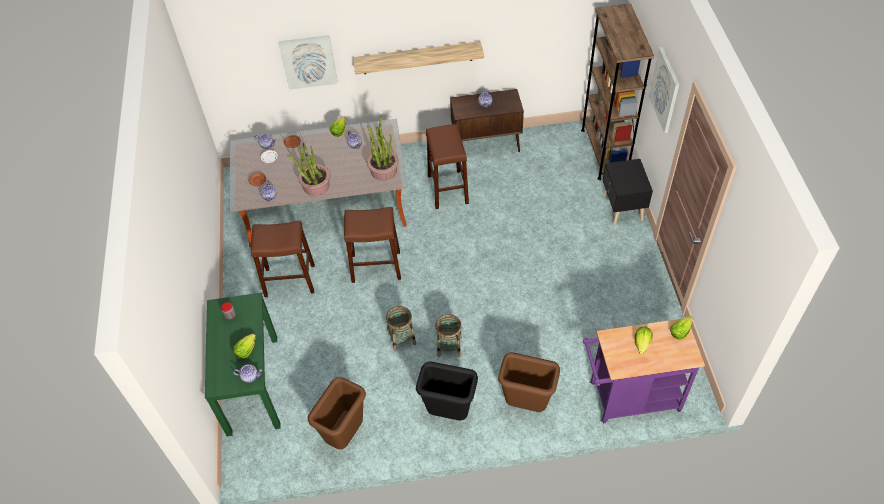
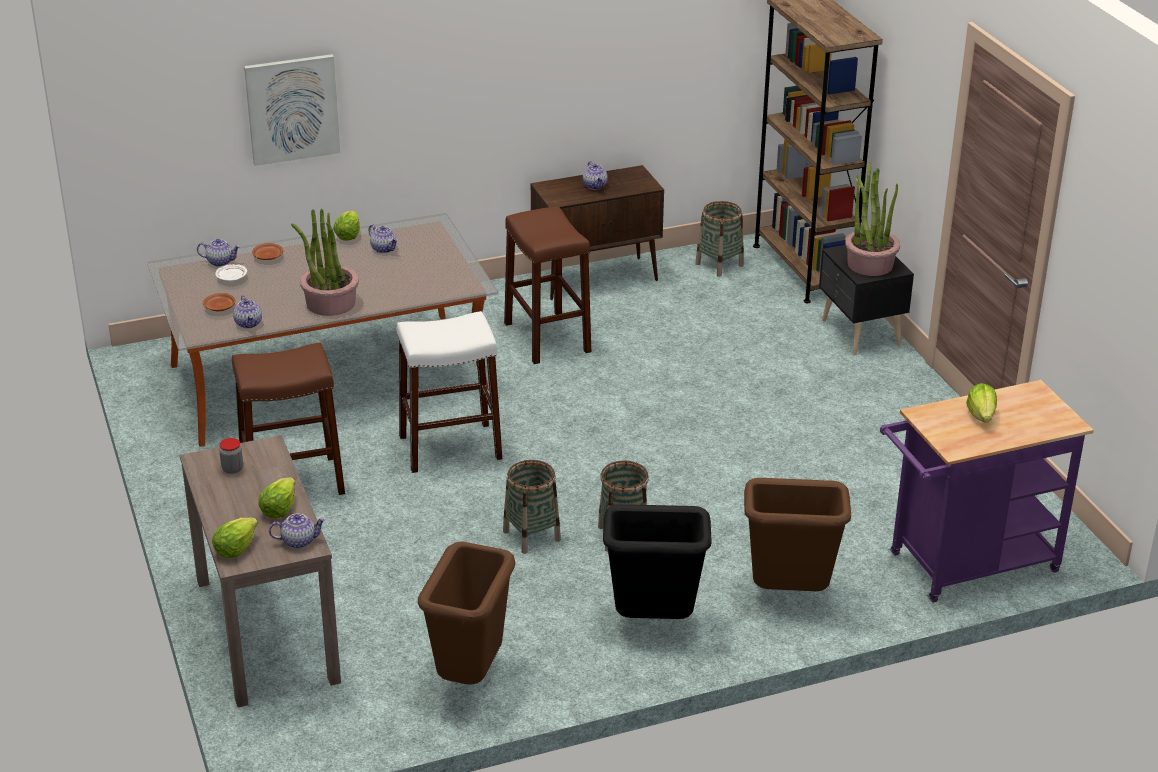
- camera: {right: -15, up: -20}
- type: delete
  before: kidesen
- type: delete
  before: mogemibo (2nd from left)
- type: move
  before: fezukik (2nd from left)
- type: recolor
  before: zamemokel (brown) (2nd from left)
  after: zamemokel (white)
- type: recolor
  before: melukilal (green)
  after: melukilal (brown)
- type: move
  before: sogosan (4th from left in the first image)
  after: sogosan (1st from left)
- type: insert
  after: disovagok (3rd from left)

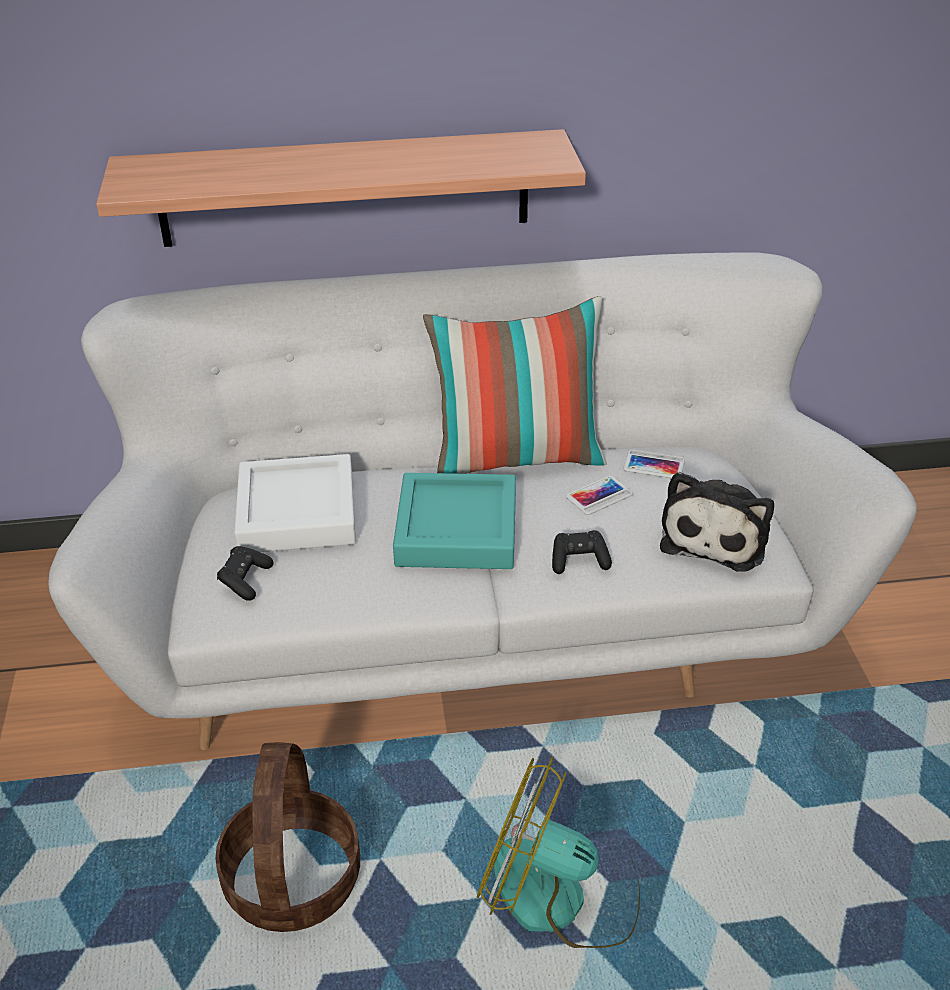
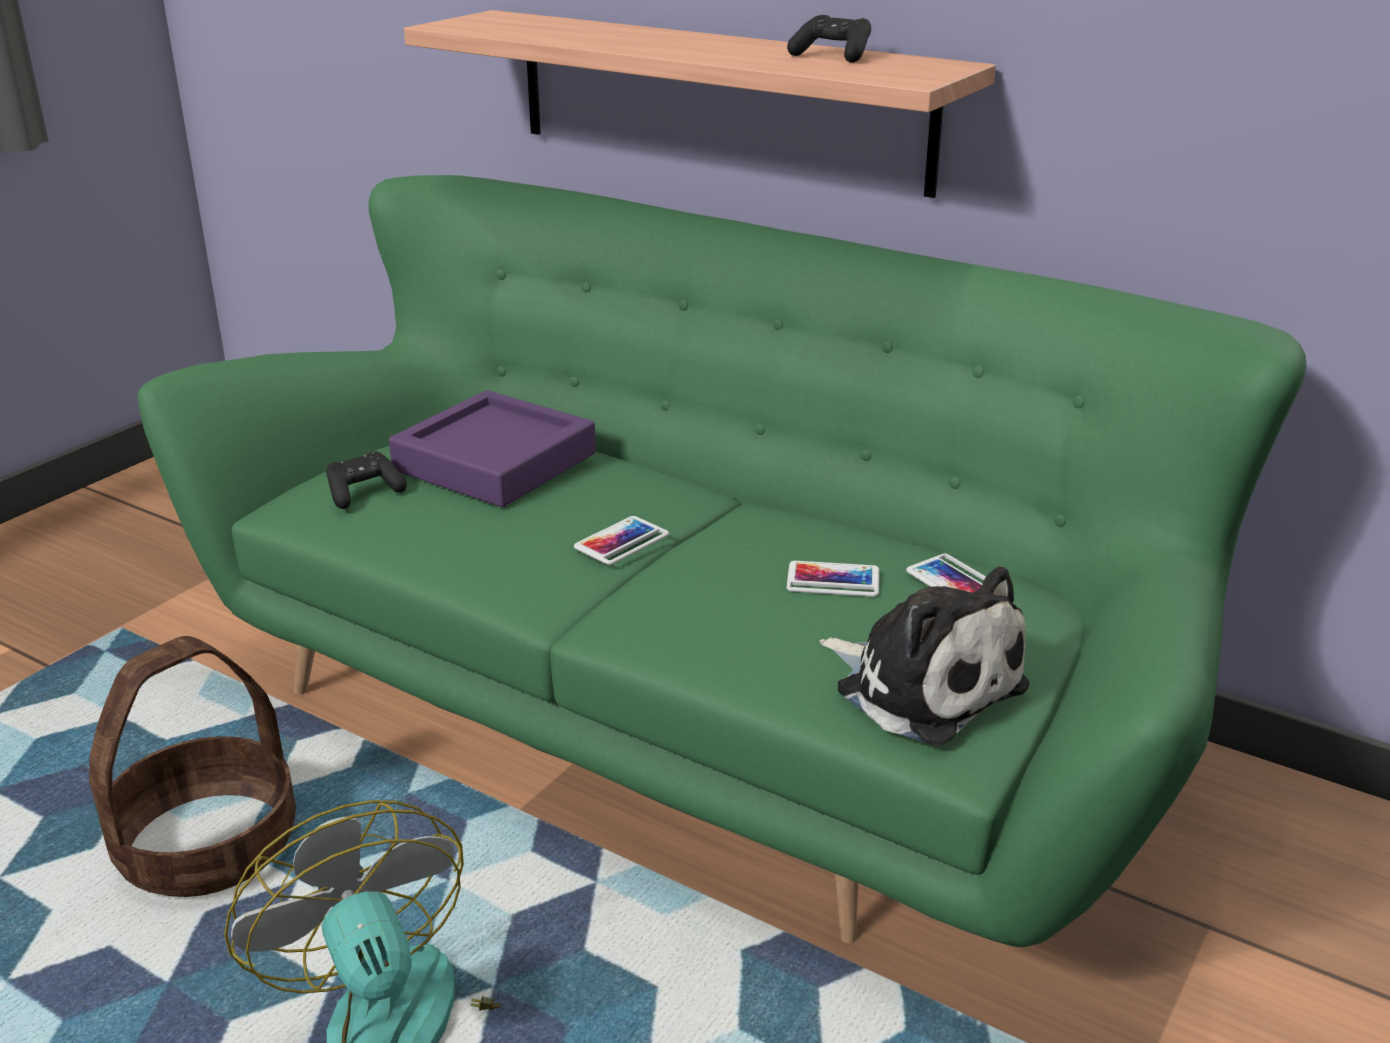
- camera: {right: 40, up: -10}
- type: recolor
  before: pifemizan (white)
  after: pifemizan (green)
- type: delete
  before: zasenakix
- type: recolor
  before: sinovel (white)
  after: sinovel (purple)
- type: rotate
  before: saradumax
  turn: -105
- type: replace
  before: sinovel (turquoise)
  after: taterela (1st from left)
- type: move
  before: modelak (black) (2nd from left)

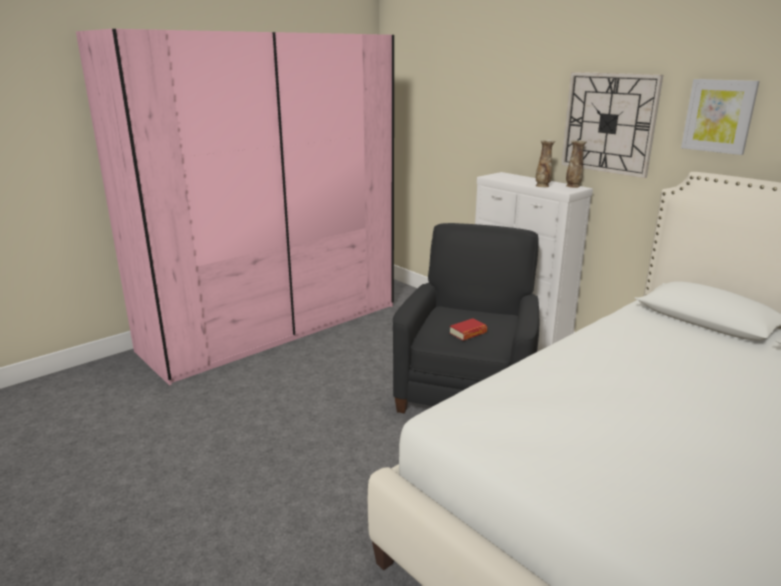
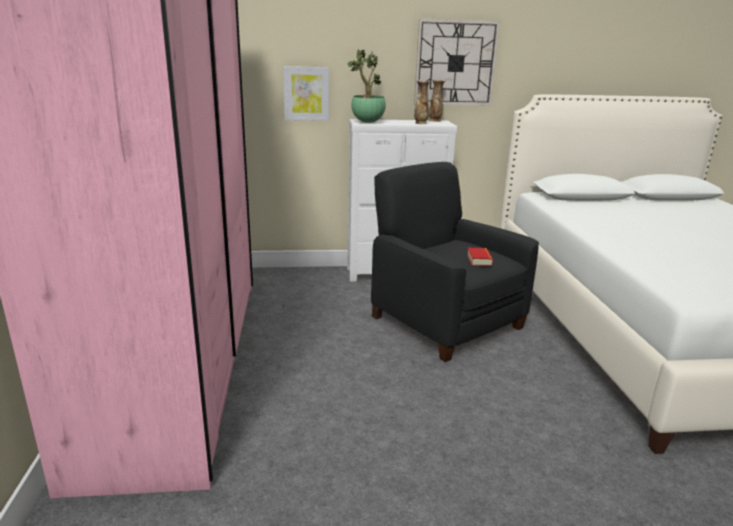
- camera: {right: -55, up: 0}
- type: move
  before: mogemibo
- type: insert
  after: fezukik

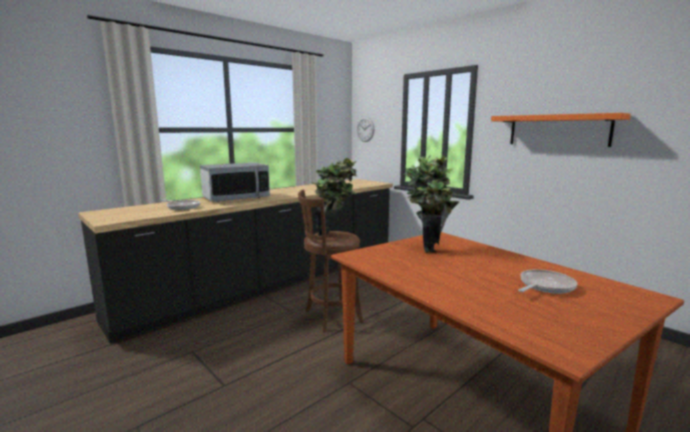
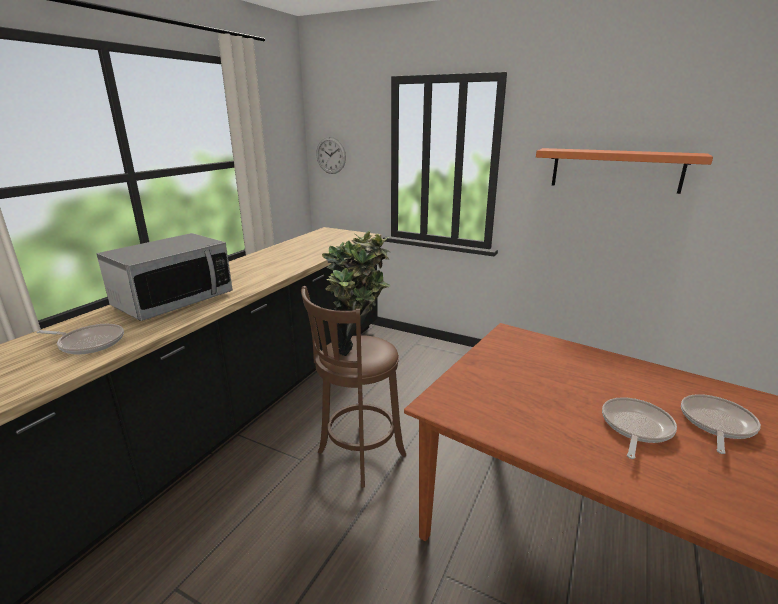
- camera: {right: -20, up: 10}
- type: delete
  before: fezukik (2nd from left)
- type: insert
  after: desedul (2nd from left)

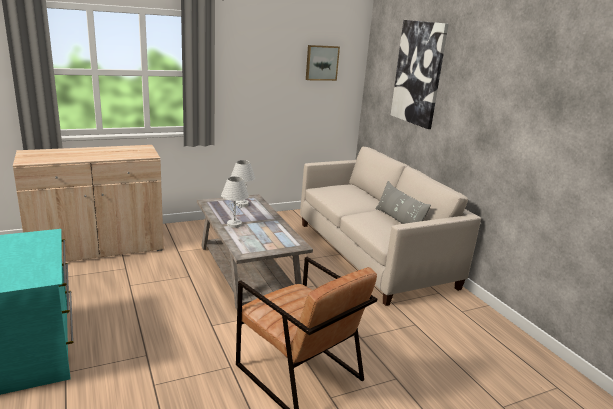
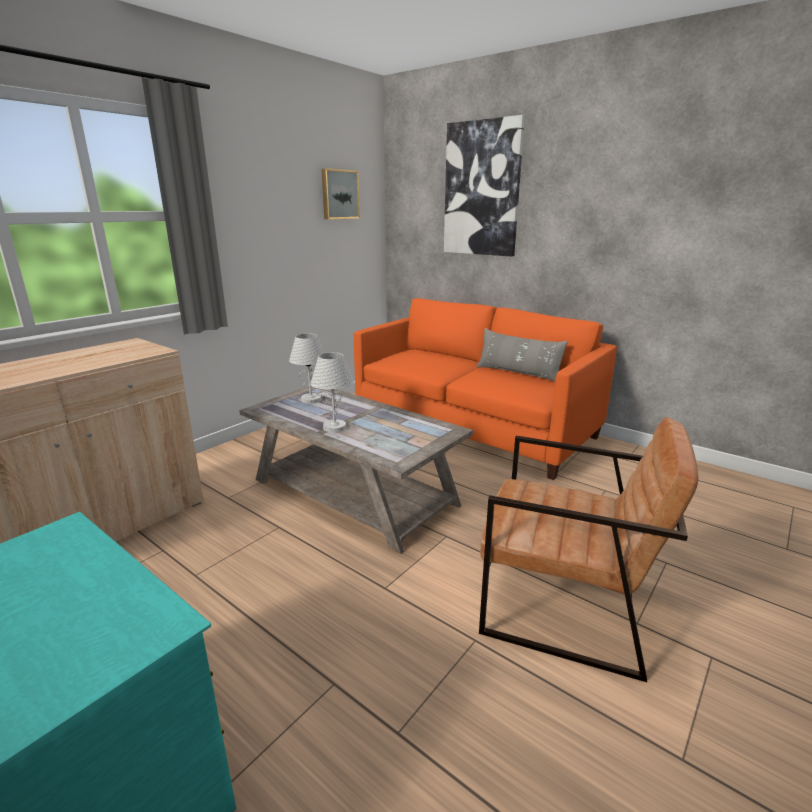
- camera: {right: -25, up: 0}
- type: recolor
  before: pifemizan (beige)
  after: pifemizan (orange)

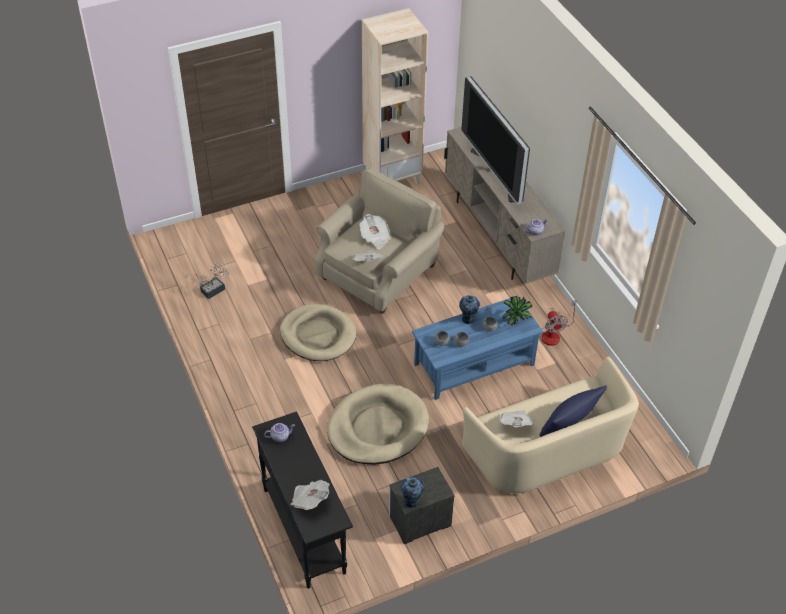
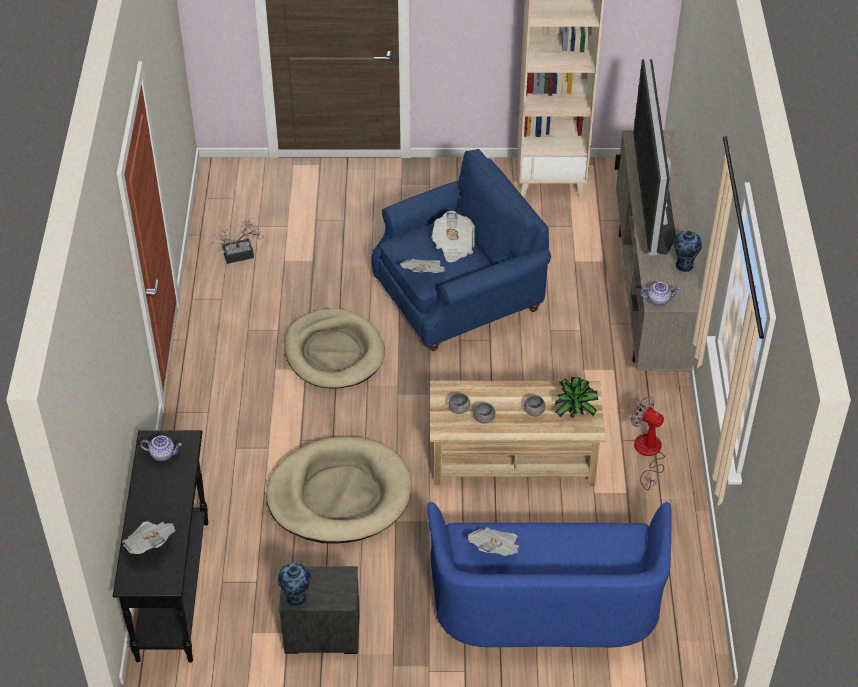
- camera: {right: 25, up: 0}
- type: recolor
  before: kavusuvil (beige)
  after: kavusuvil (blue)
- type: move
  before: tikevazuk (2nd from left)
- type: recolor
  before: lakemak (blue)
  after: lakemak (beige)
- type: rotate
  before: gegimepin
  turn: 120
- type: recolor
  before: pifemizan (beige)
  after: pifemizan (blue)
- type: delete
  before: zasenakix (blue)

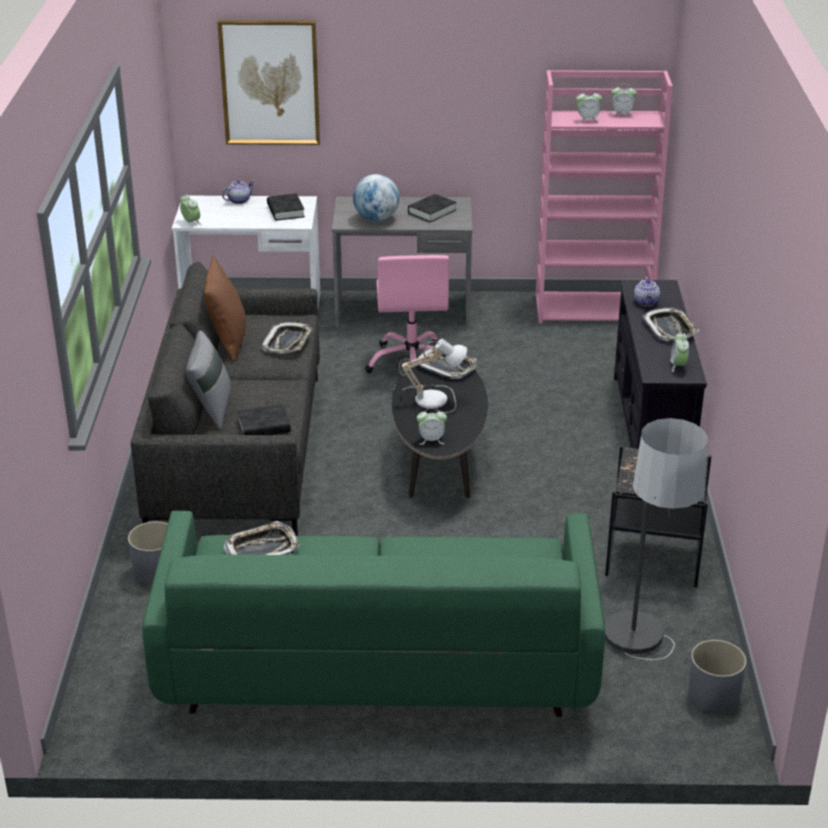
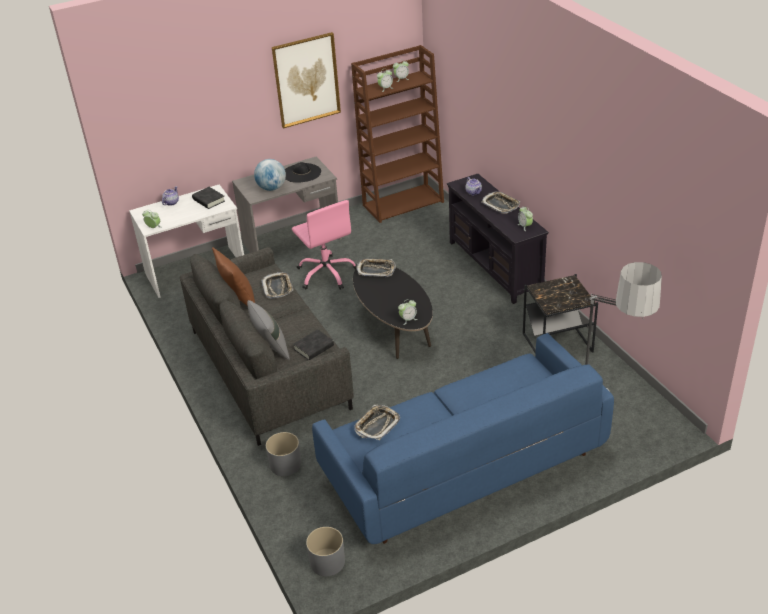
- camera: {right: -25, up: 5}
- type: move
  before: mogemibo
- type: recolor
  before: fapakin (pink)
  after: fapakin (brown)
- type: replace
  before: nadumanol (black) (3rd from left)
  after: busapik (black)
- type: delete
  before: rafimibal
- type: recolor
  before: pifemizan (green)
  after: pifemizan (blue)
- type: move
  before: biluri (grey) (2nd from left)

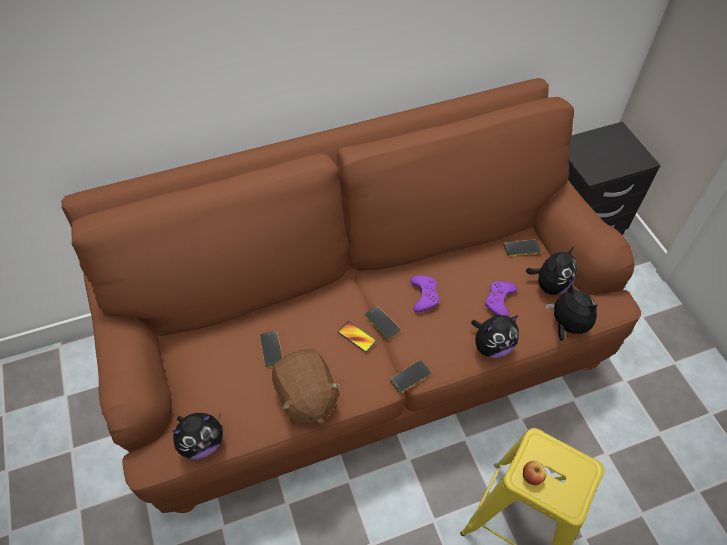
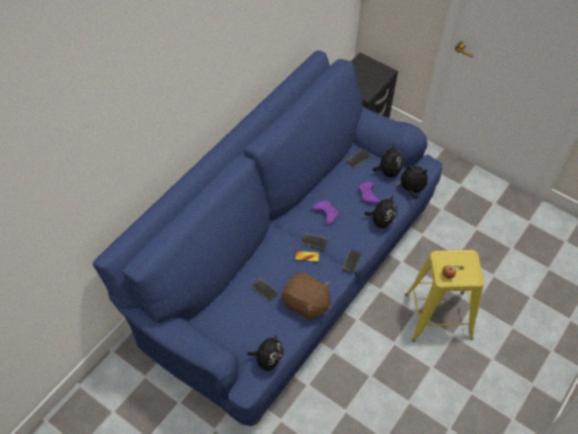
- camera: {right: -35, up: 0}
- type: recolor
  before: pifemizan (brown)
  after: pifemizan (blue)

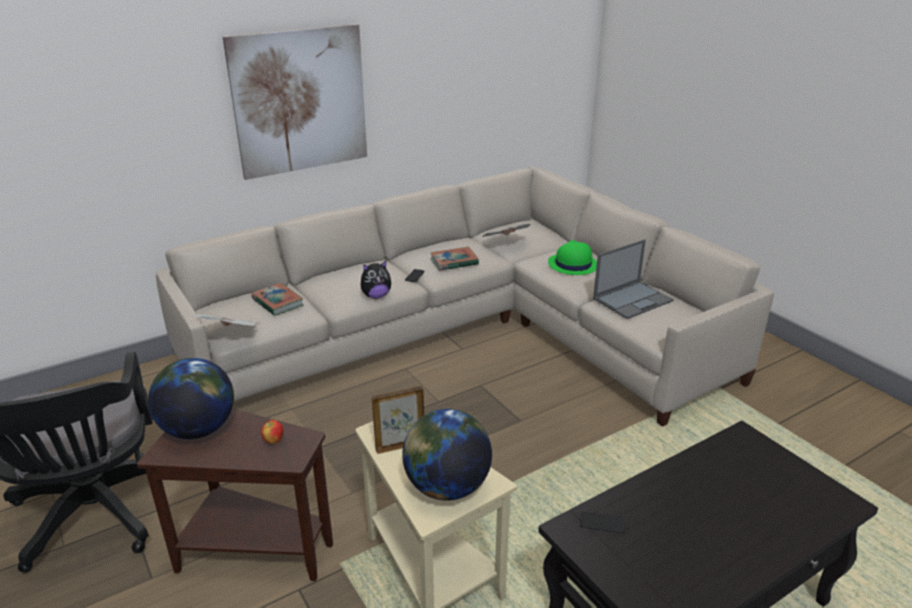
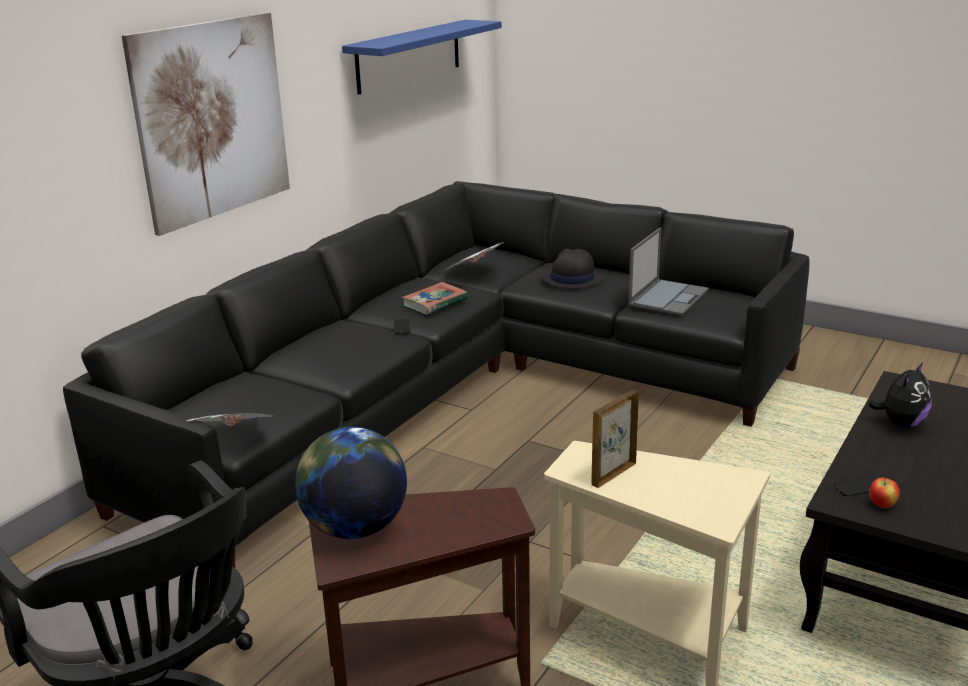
- camera: {right: -25, up: -5}
- type: recolor
  before: pifemizan (beige)
  after: pifemizan (black)
- type: recolor
  before: busapik (green)
  after: busapik (black)
- type: move
  before: saradumax
- type: delete
  before: nadumanol (1st from left)
- type: delete
  before: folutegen (2nd from left)
- type: move
  before: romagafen
- type: insert
  after: kidesen (blue)

